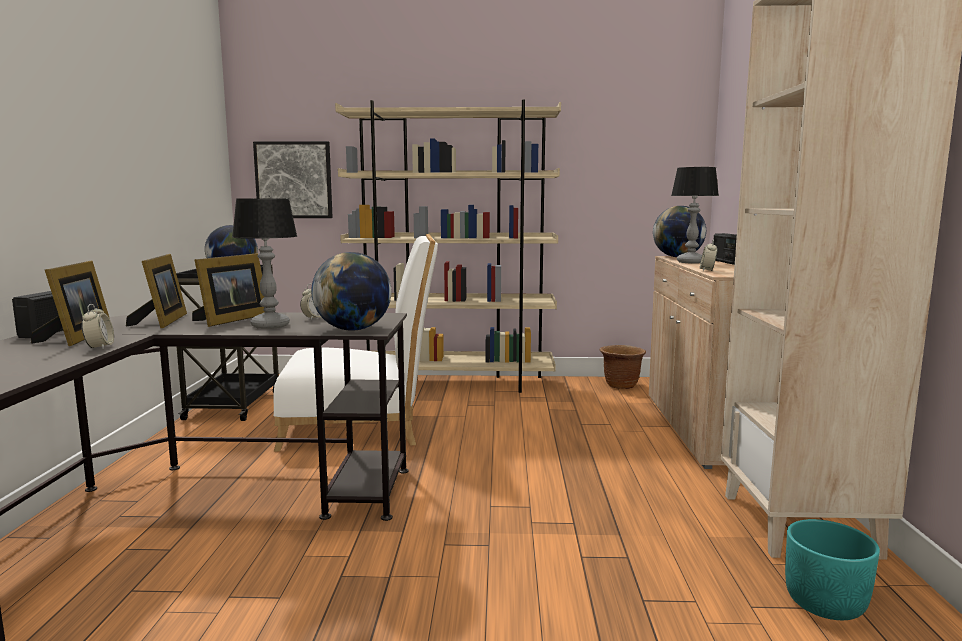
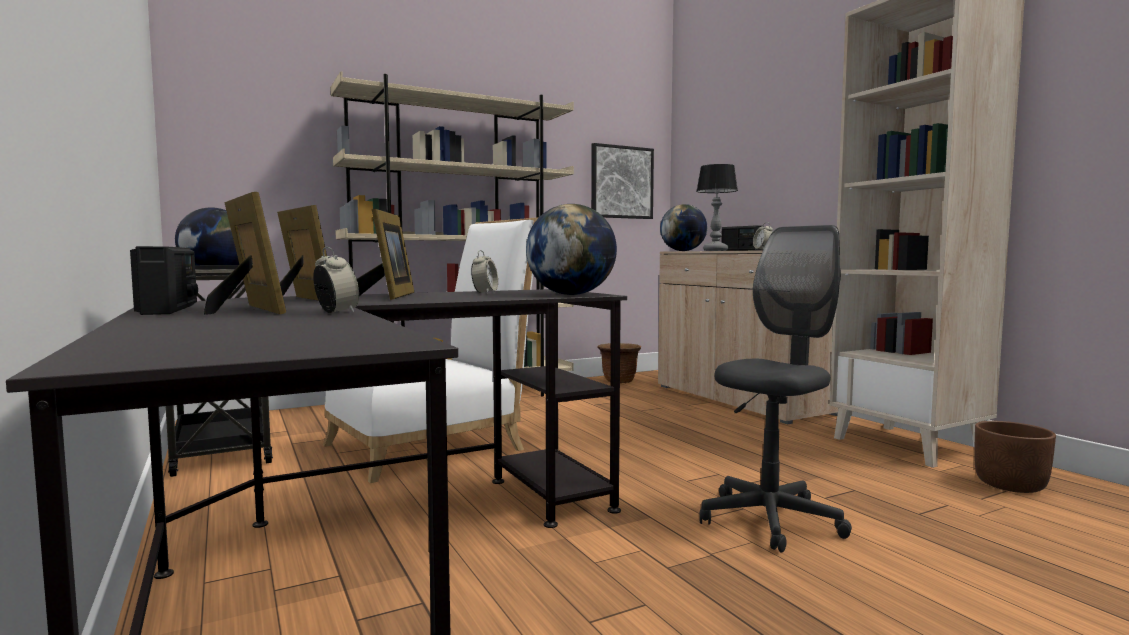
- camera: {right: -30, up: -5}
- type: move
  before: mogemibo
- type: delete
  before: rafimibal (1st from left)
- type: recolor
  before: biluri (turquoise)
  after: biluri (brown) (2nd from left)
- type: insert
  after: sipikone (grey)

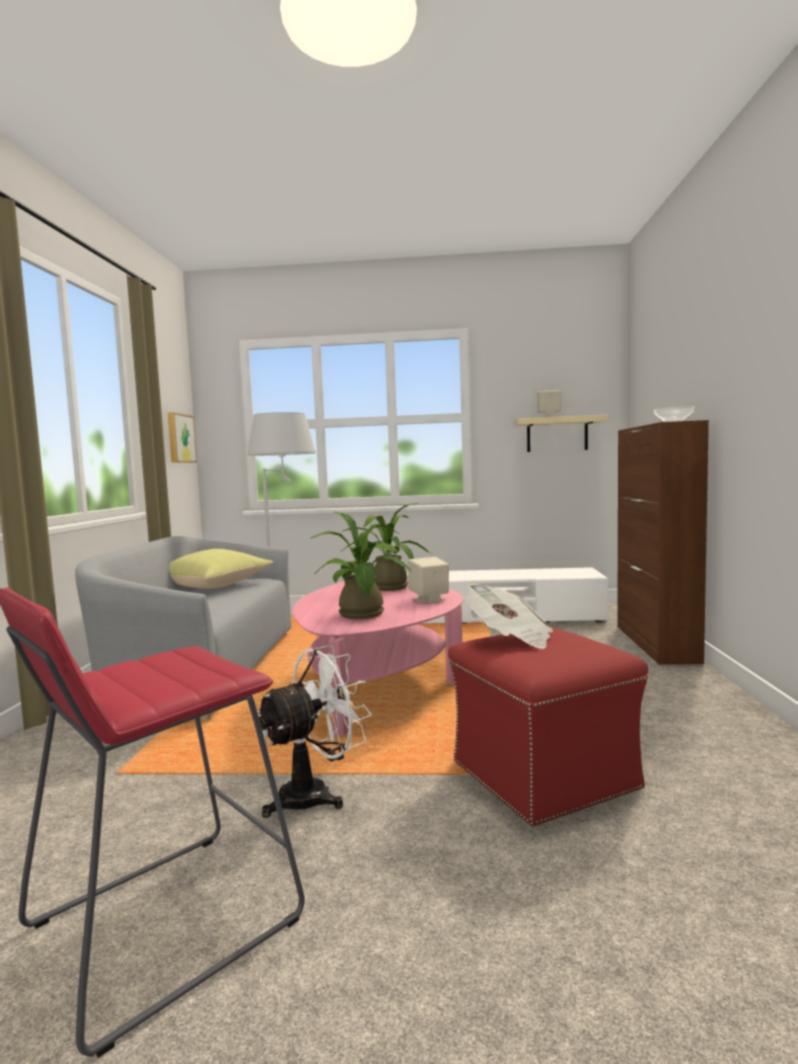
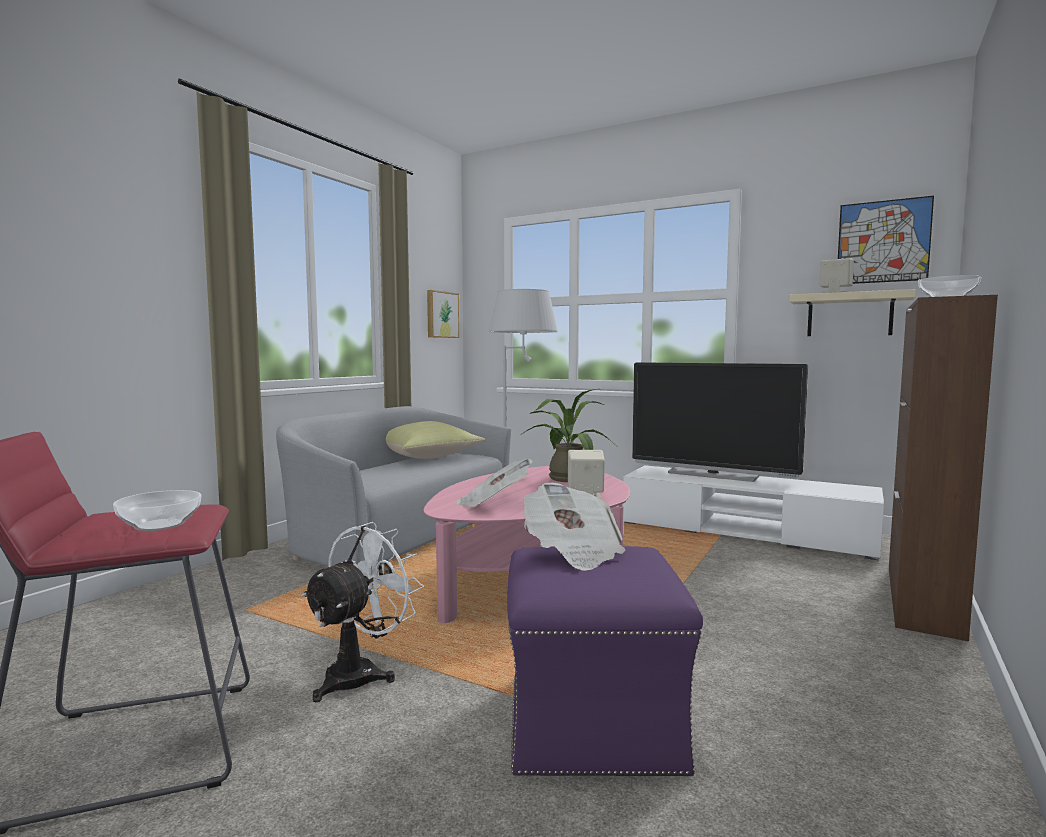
- camera: {right: 25, up: 0}
- type: replace
  before: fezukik (1st from left)
  after: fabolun (1st from left)
- type: recolor
  before: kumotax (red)
  after: kumotax (purple)
- type: rotate
  before: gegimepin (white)
  turn: -45
- type: insert
  after: mogemibo (2nd from left)
- type: insert
  after: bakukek
- type: insert
  after: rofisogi (1st from left)

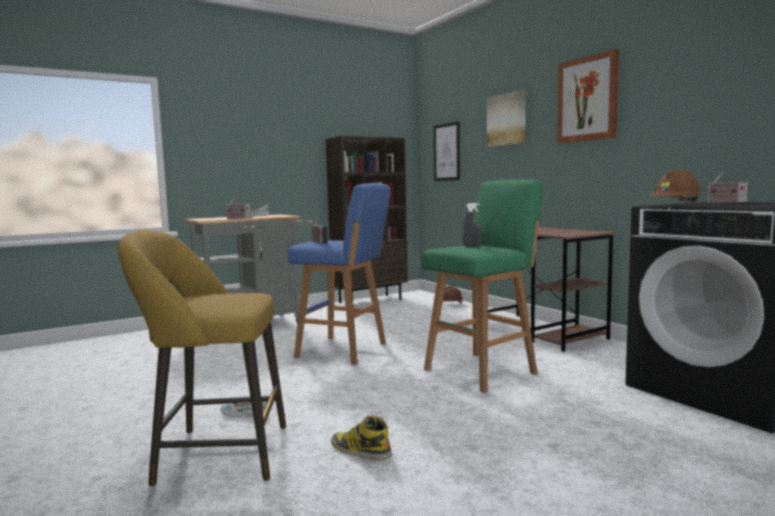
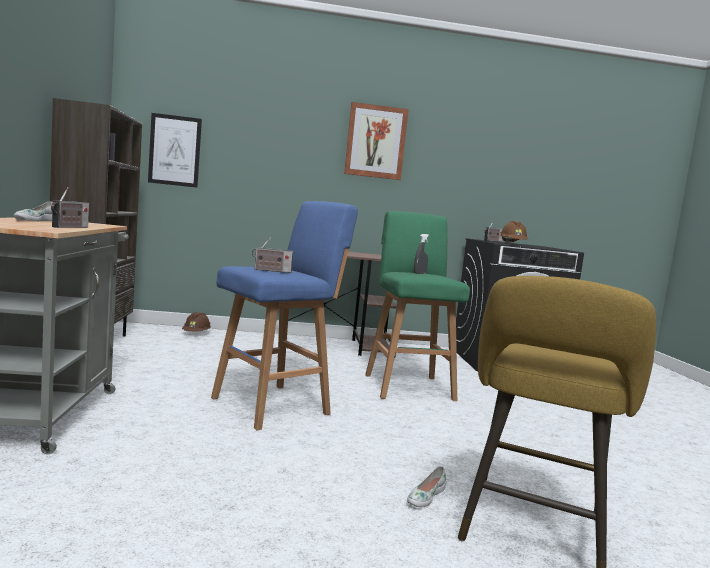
- camera: {right: -65, up: 0}
- type: delete
  before: mogemibo (2nd from left)
- type: delete
  before: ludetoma

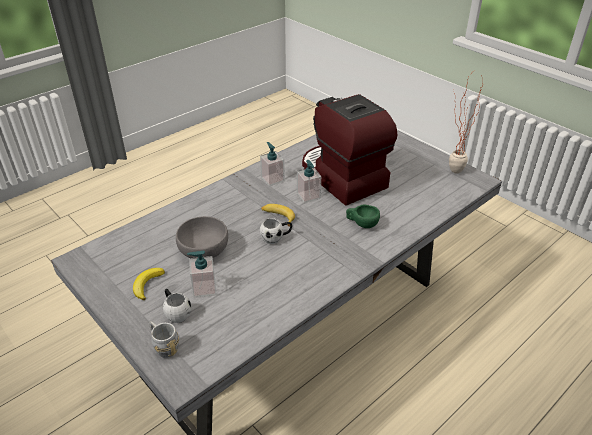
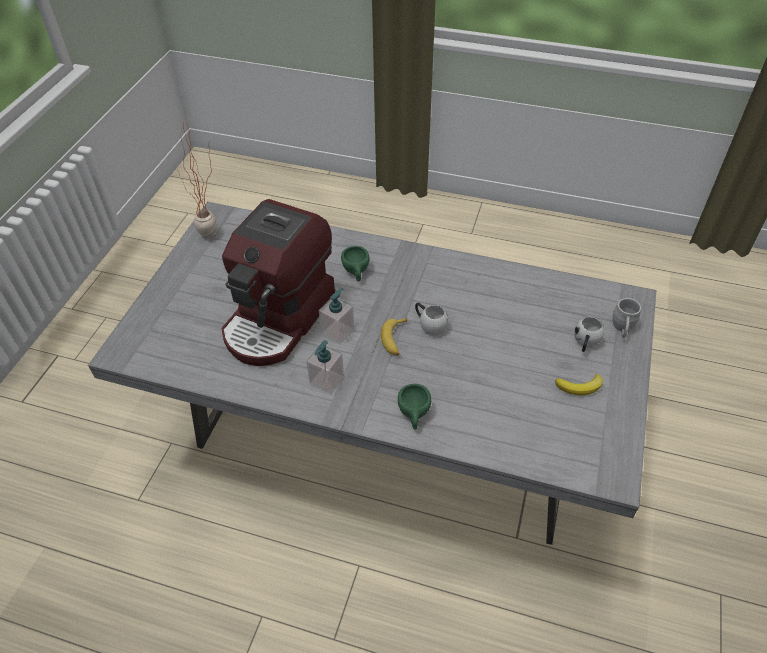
- camera: {right: -120, up: 10}
- type: delete
  before: rofisogi (grey)
- type: delete
  before: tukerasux (1st from left)
- type: insert
  after: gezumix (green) (2nd from left)

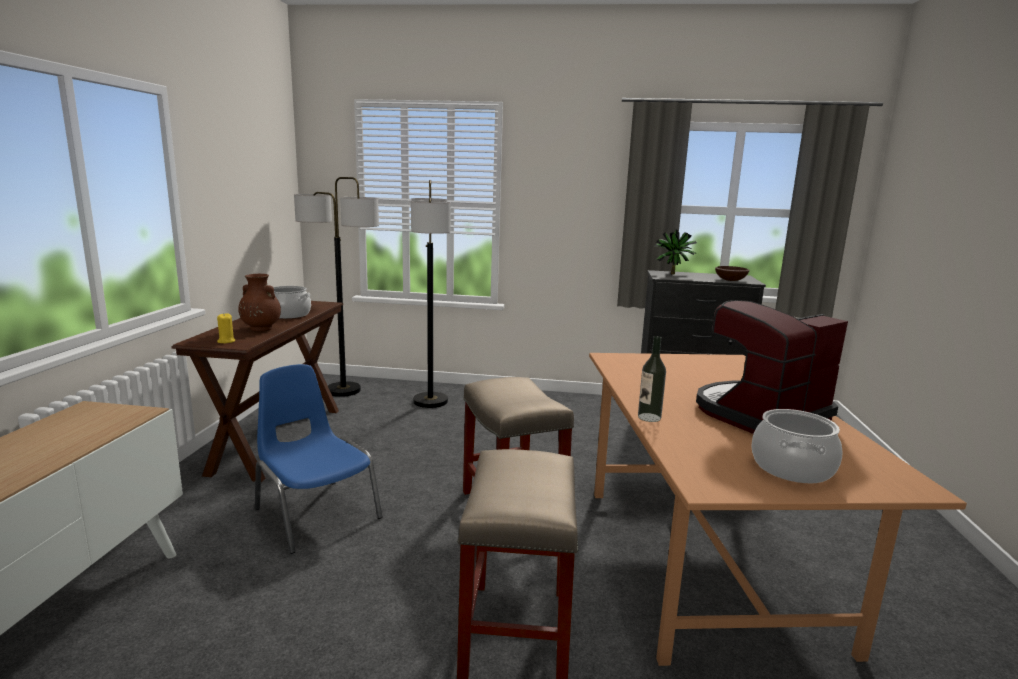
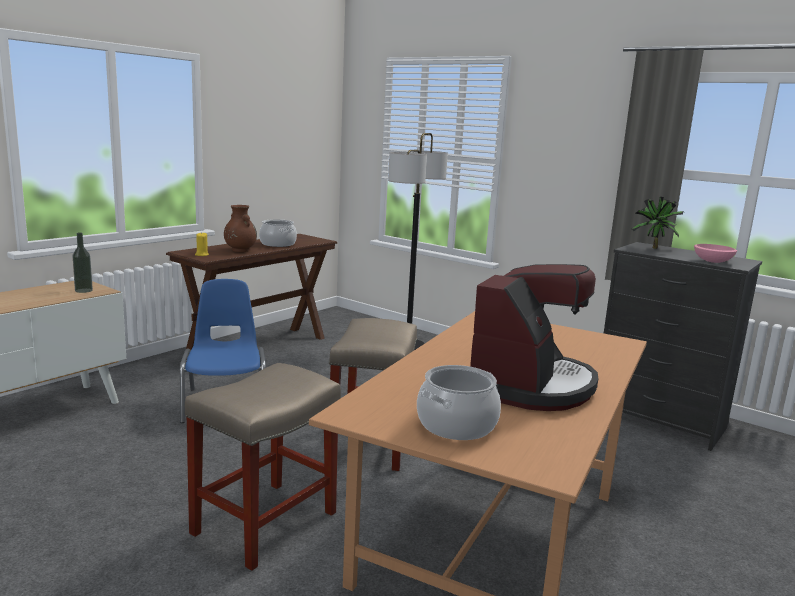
- camera: {right: 30, up: 0}
- type: delete
  before: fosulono (1st from left)
- type: recolor
  before: rofisogi (brown)
  after: rofisogi (pink)
- type: rotate
  before: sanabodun
  turn: 120
- type: move
  before: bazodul

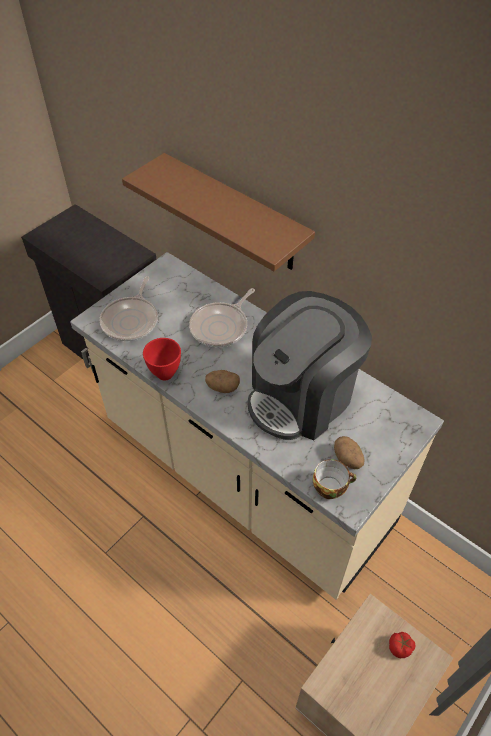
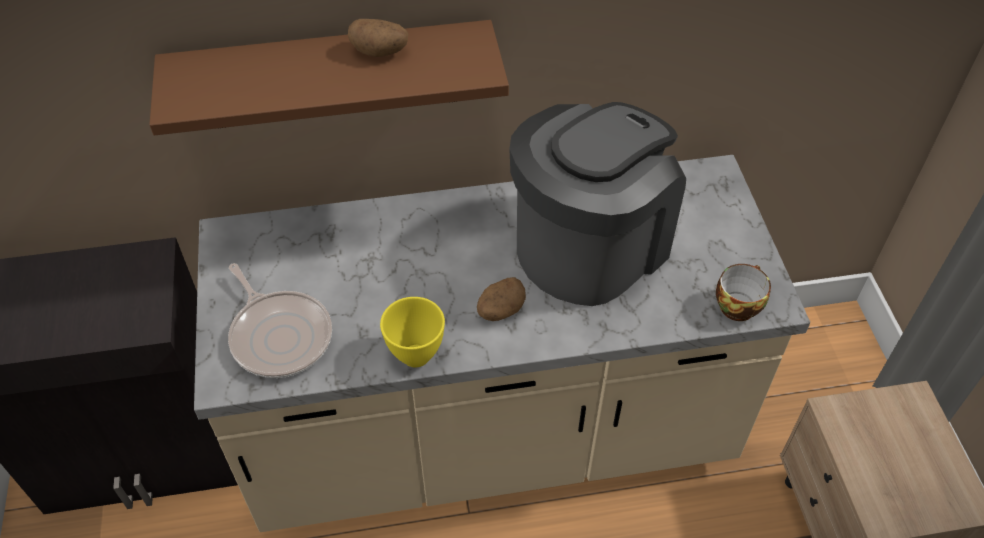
- camera: {right: -50, up: 0}
- type: delete
  before: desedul (2nd from left)
- type: rotate
  before: sanabodun
  turn: -135
- type: recolor
  before: rofisogi (red)
  after: rofisogi (yellow)
- type: move
  before: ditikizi (2nd from left in the first image)
  after: ditikizi (1st from left)
- type: delete
  before: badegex

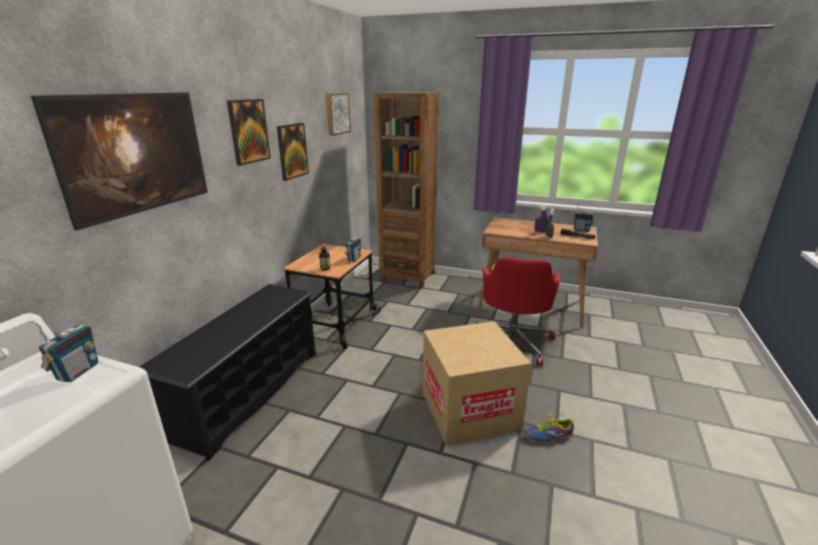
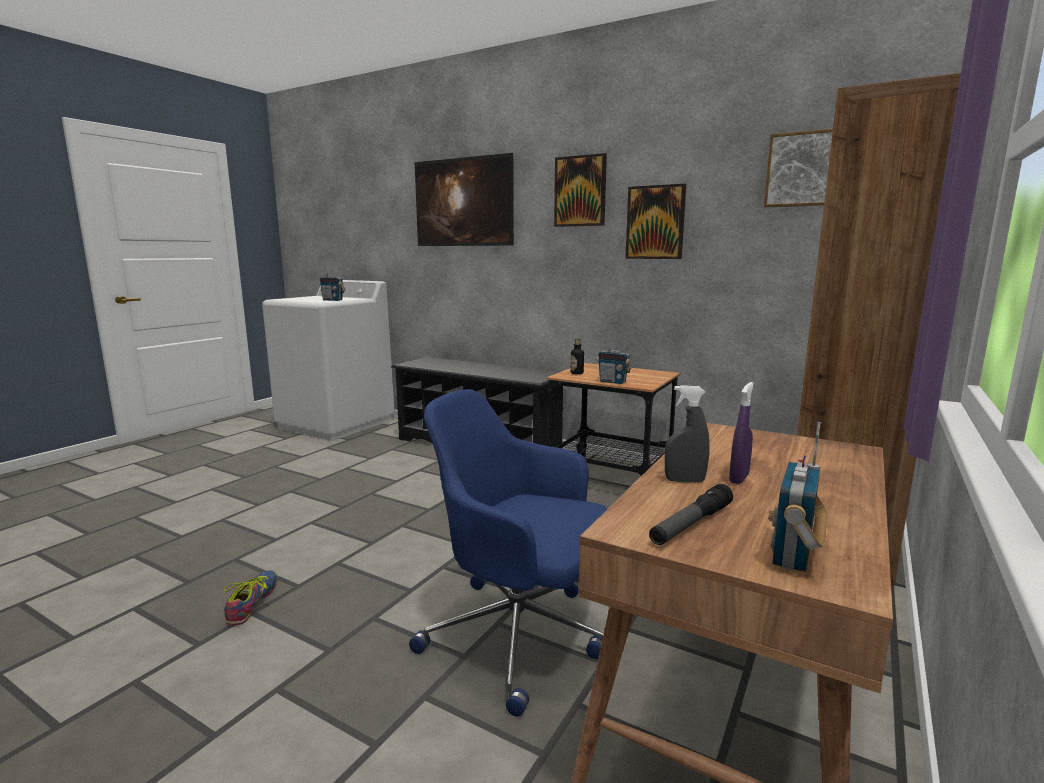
- camera: {right: 100, up: -10}
- type: recolor
  before: sipikone (red)
  after: sipikone (blue)
- type: delete
  before: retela

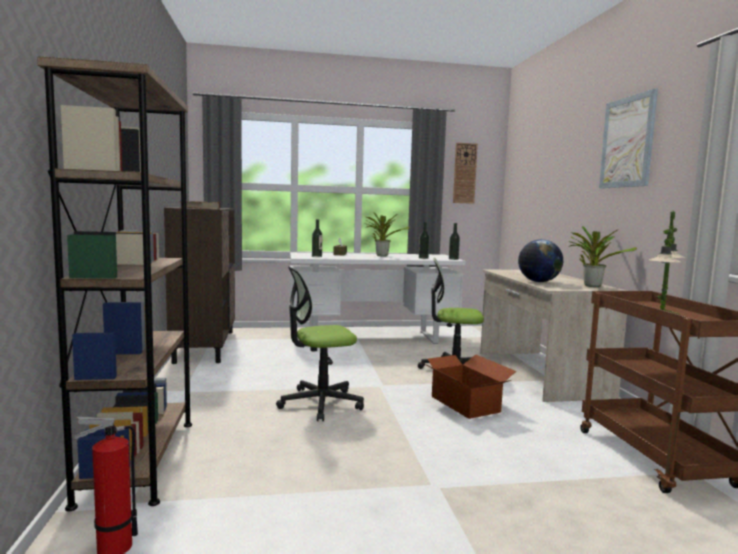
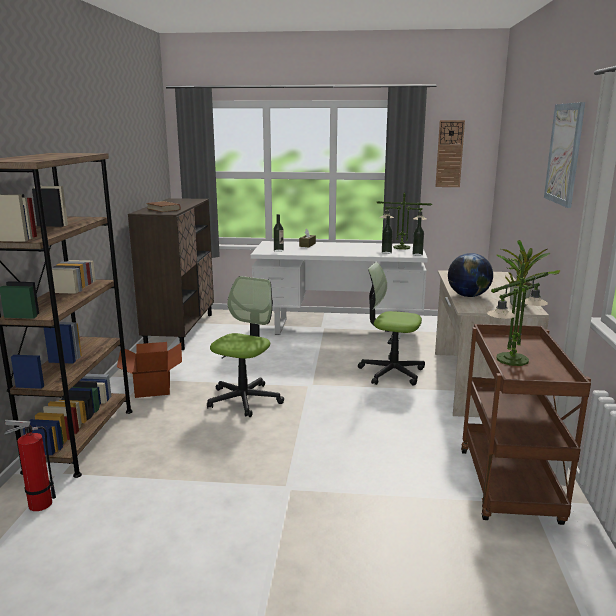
- camera: {right: 15, up: 10}
- type: delete
  before: fezukik (1st from left)
- type: rotate
  before: sipikone (1st from left)
  turn: 120
- type: move
  before: retela
- type: insert
  after: rafimibal (1st from left)

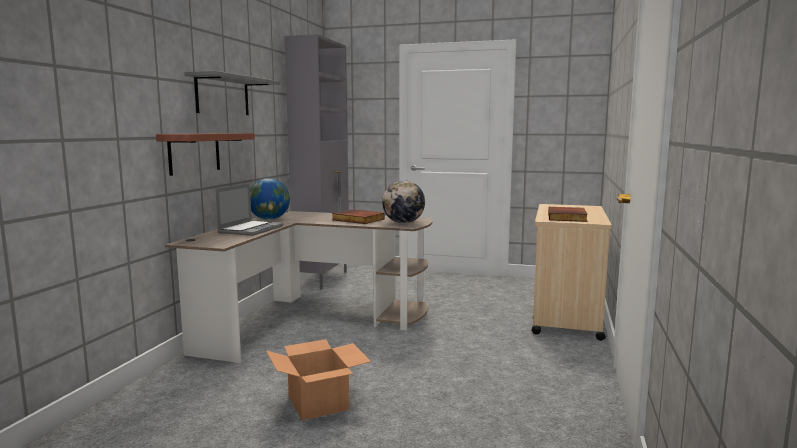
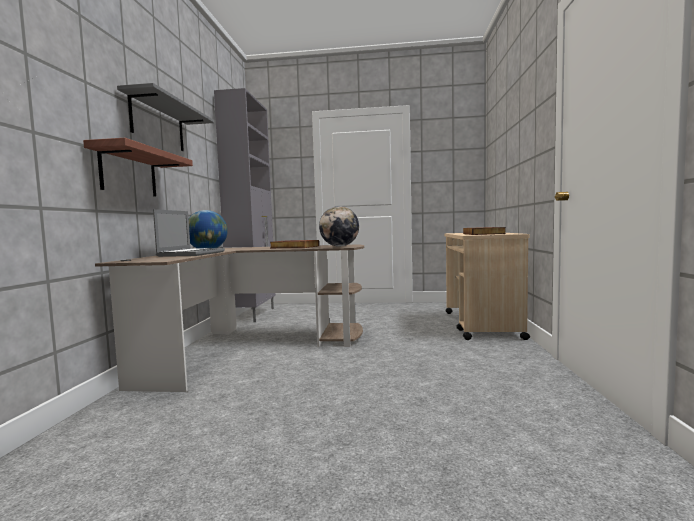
- camera: {right: -10, up: -5}
- type: delete
  before: retela

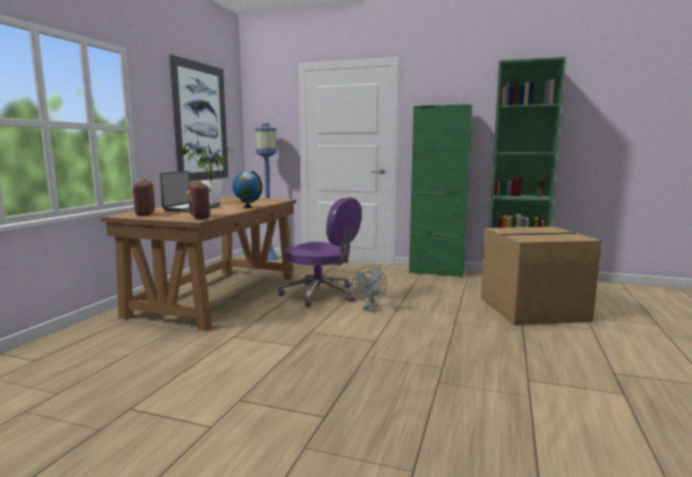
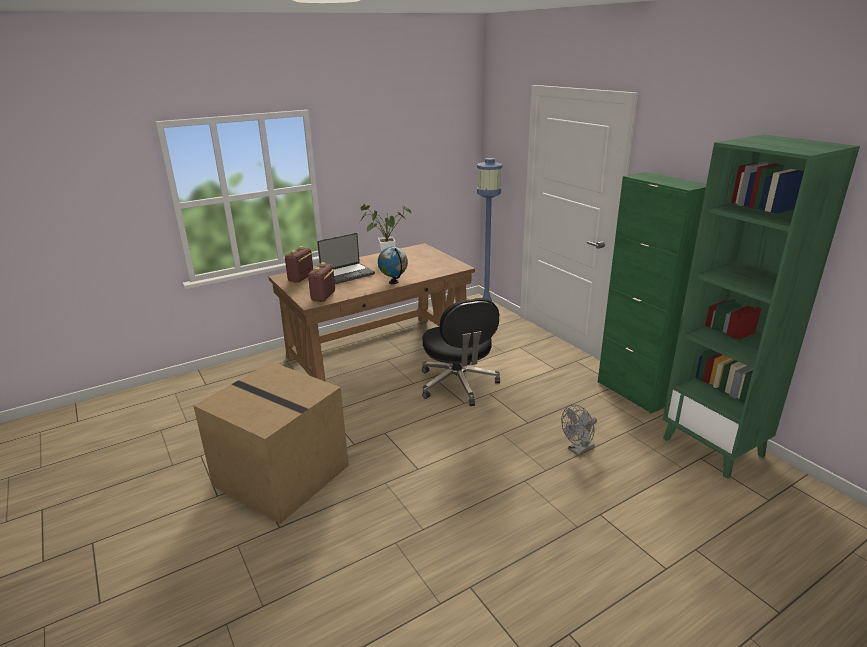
- camera: {right: 40, up: 15}
- type: delete
  before: mogemibo
- type: recolor
  before: sipikone (purple)
  after: sipikone (black)
- type: move
  before: retela
- type: move
  before: gegimepin (grey)

